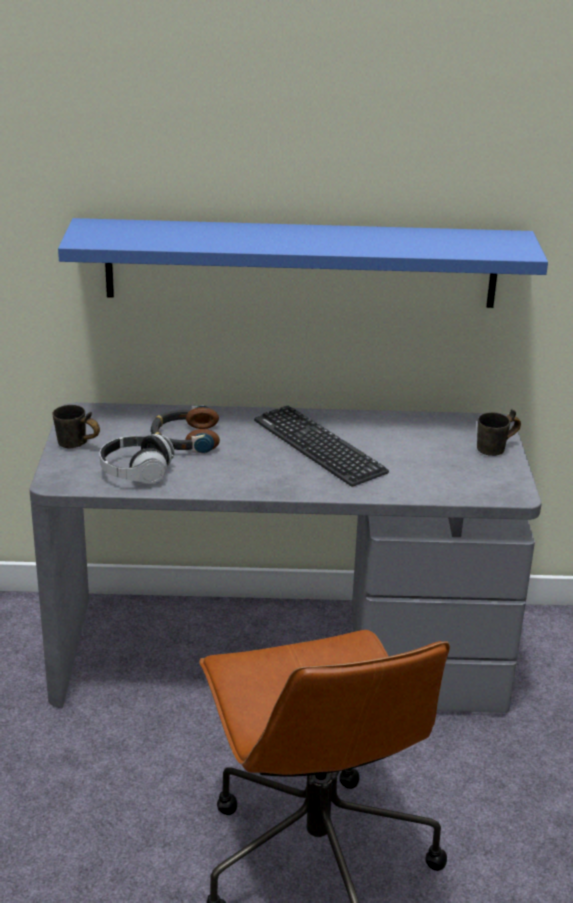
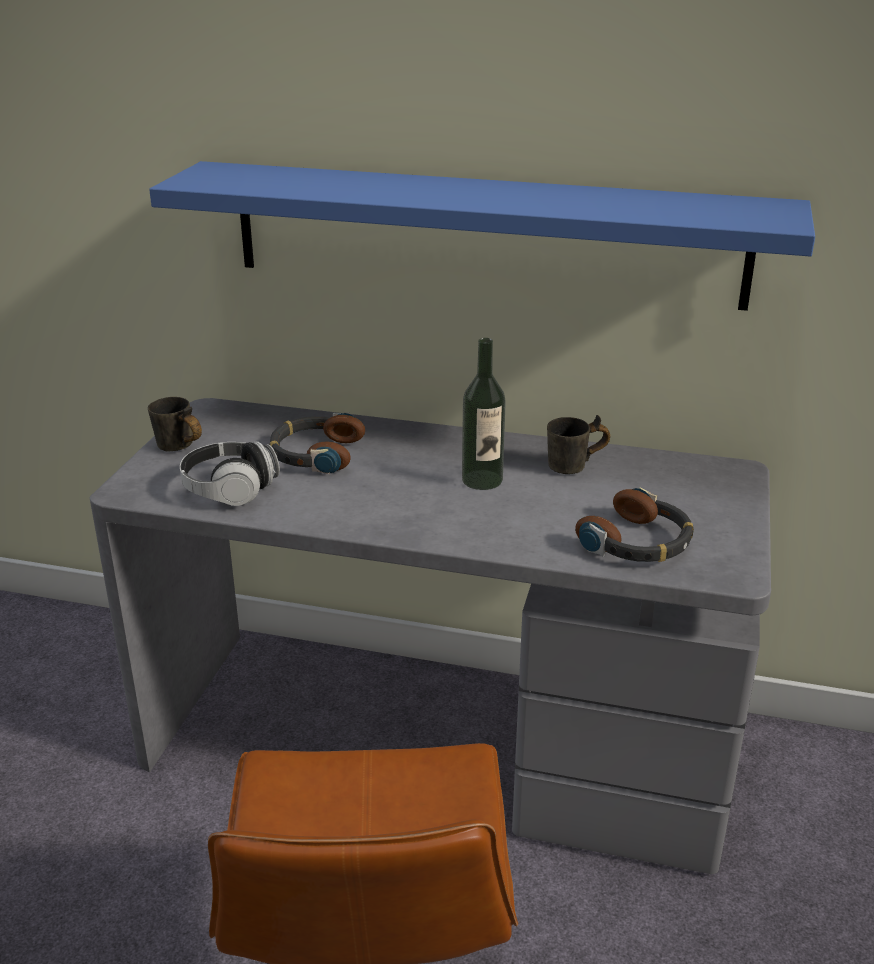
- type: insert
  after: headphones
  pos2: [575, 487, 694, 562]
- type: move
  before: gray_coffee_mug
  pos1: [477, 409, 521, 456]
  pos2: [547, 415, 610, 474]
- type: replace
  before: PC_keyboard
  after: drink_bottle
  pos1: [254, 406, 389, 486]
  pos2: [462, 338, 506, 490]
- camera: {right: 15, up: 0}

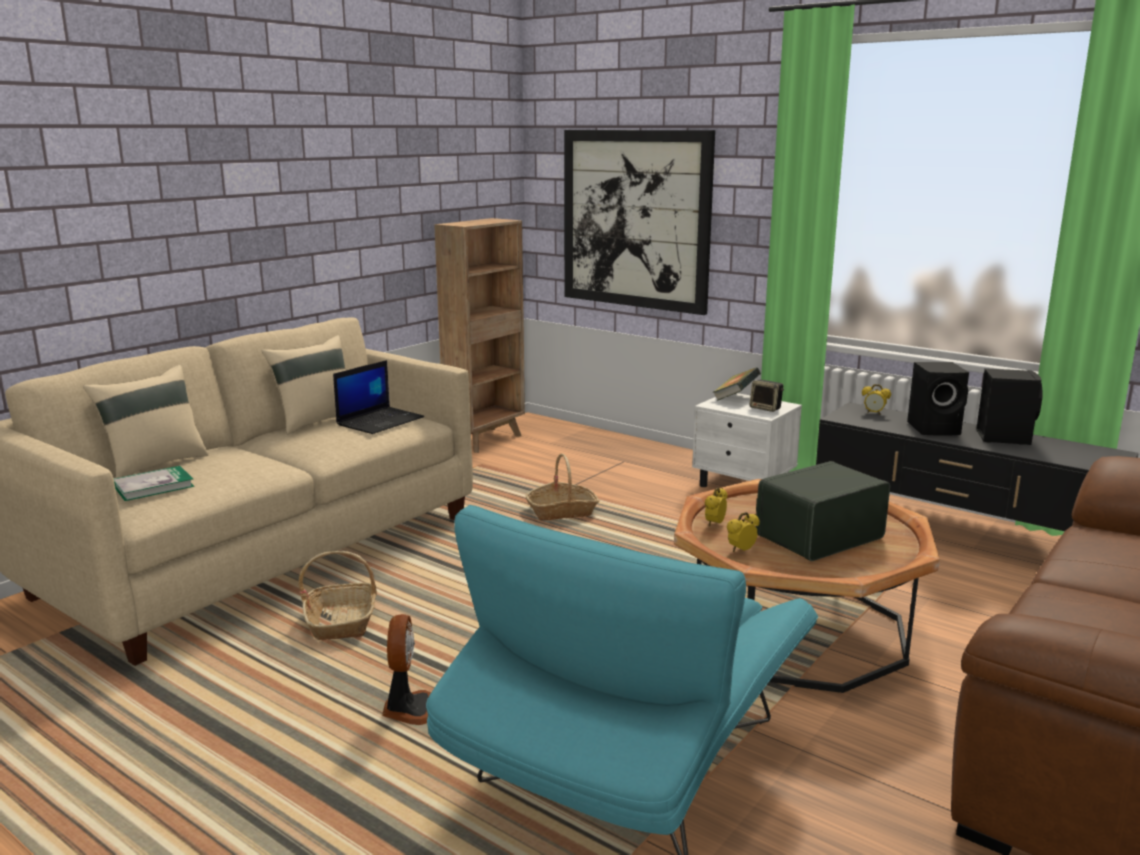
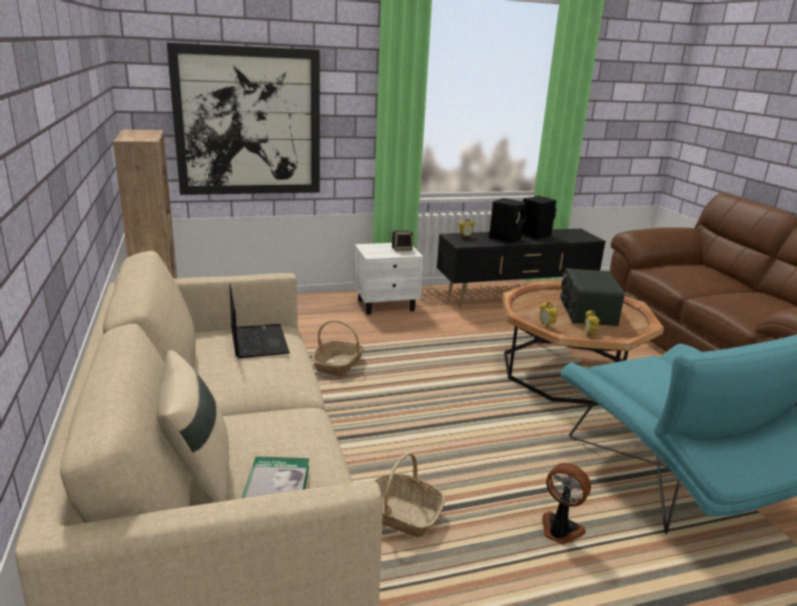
- type: delete
  before: beige_throw_pillow
  pos1: [261, 335, 346, 435]
- type: delete
  before: bound_book
  pos1: [712, 367, 761, 401]
- camera: {right: -55, up: 5}

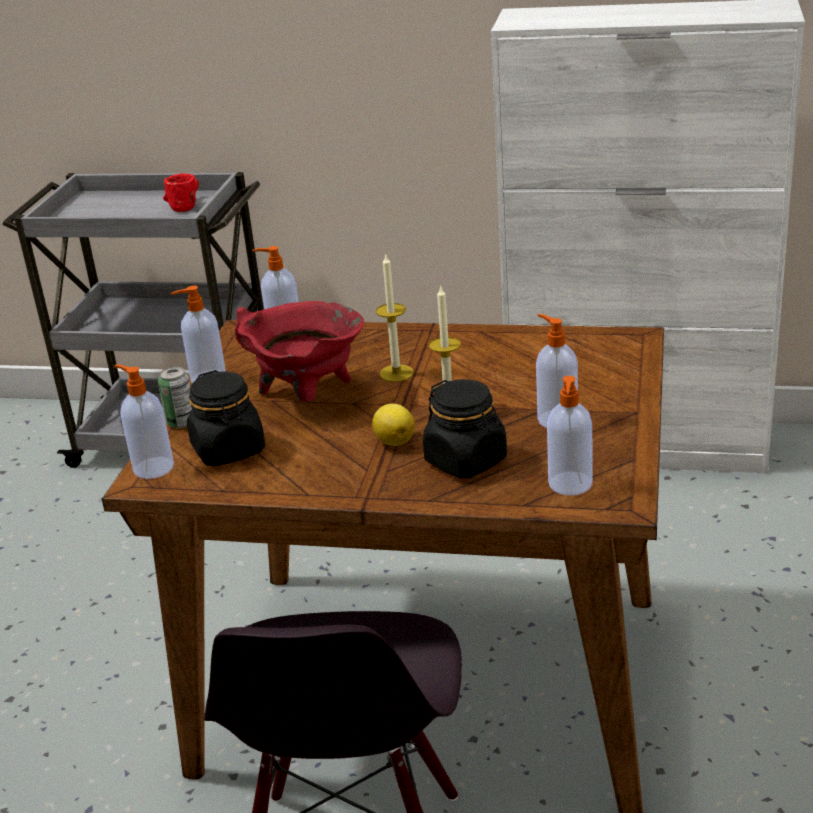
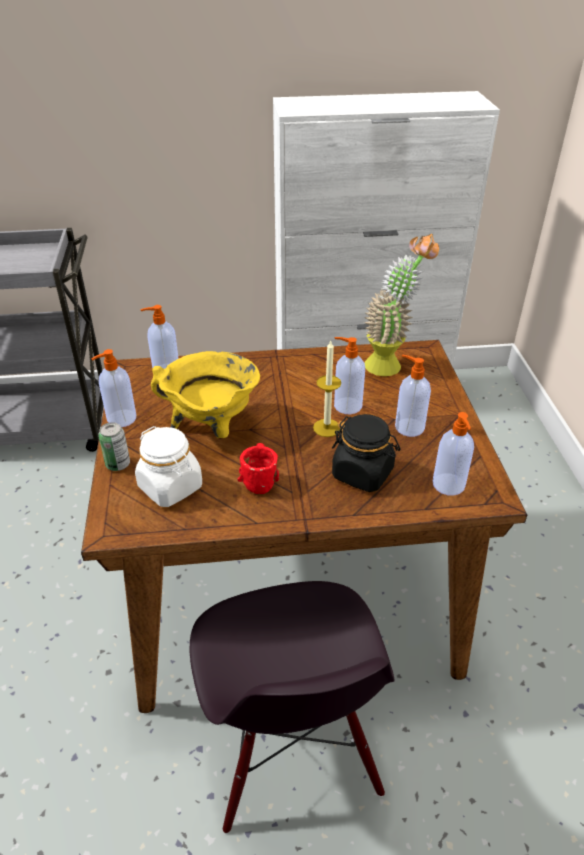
- type: delete
  before: whole_lemon
  pos1: [372, 404, 415, 446]
- type: delete
  before: candle
  pos1: [376, 255, 414, 382]
- type: insert
  after: potted_plant
  pos2: [364, 234, 439, 376]
- type: move
  before: liquid_soap_bottle
  pos1: [114, 364, 174, 479]
  pos2: [334, 337, 365, 414]
- type: move
  before: red-coloured_coffee_mug
  pos1: [163, 173, 199, 212]
  pos2: [238, 443, 279, 494]
- type: recolor
  before: blackish_preserve_jar
  after: whitish_preserve_jar
  pos1: [187, 370, 265, 466]
  pos2: [135, 426, 202, 507]
- type: recolor
  before: red-coloured_stockpot
  after: yellow-coloured_stockpot
  pos1: [235, 301, 364, 402]
  pos2: [151, 351, 260, 438]
- camera: {right: -20, up: 10}

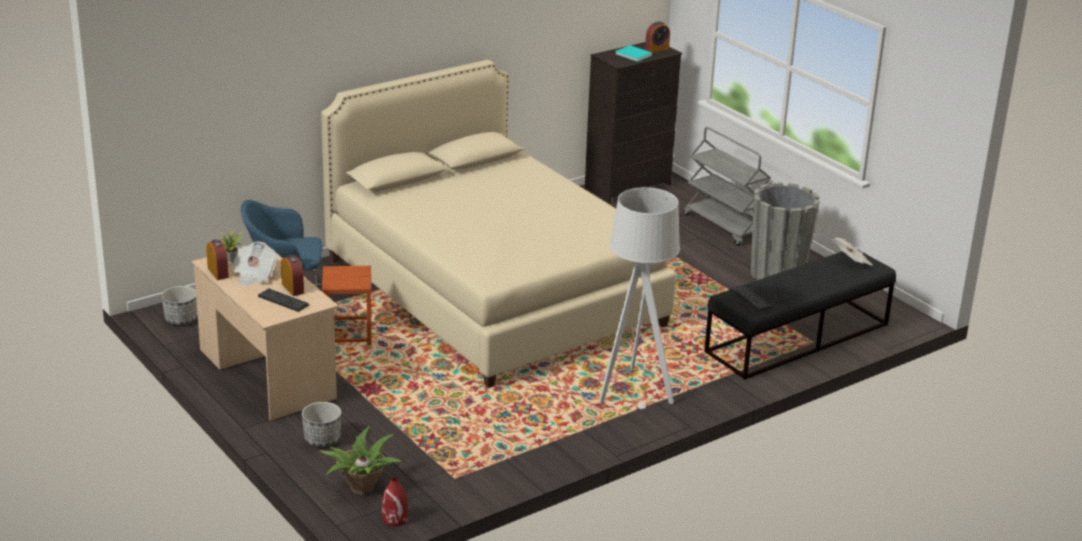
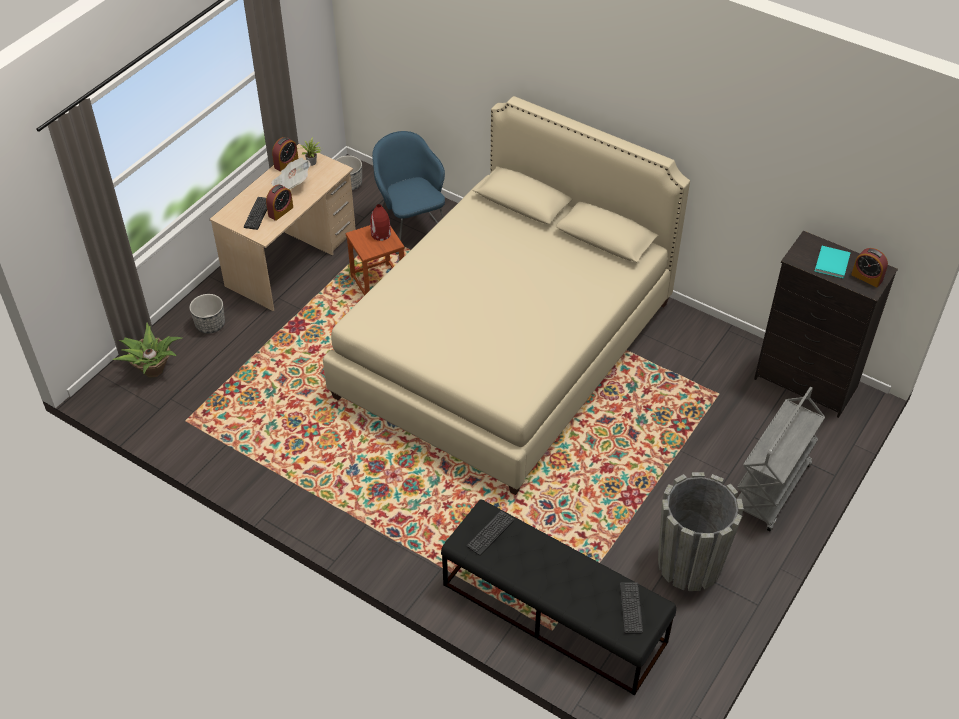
- type: delete
  before: gray_standing_lamp
  pos1: [599, 187, 680, 409]
- type: move
  before: red-coloured_vase
  pos1: [382, 478, 408, 527]
  pos2: [370, 204, 391, 241]
- type: replace
  before: printed_paper
  after: PC_keyboard
  pos1: [832, 237, 873, 266]
  pos2: [620, 582, 643, 634]
- camera: {right: 70, up: 20}

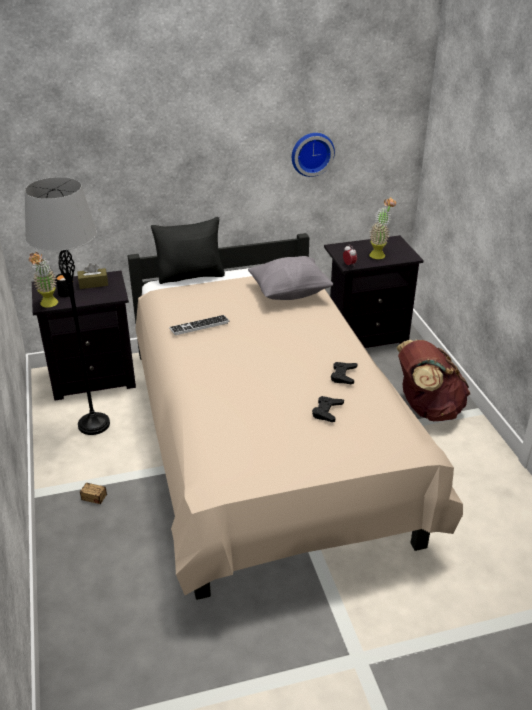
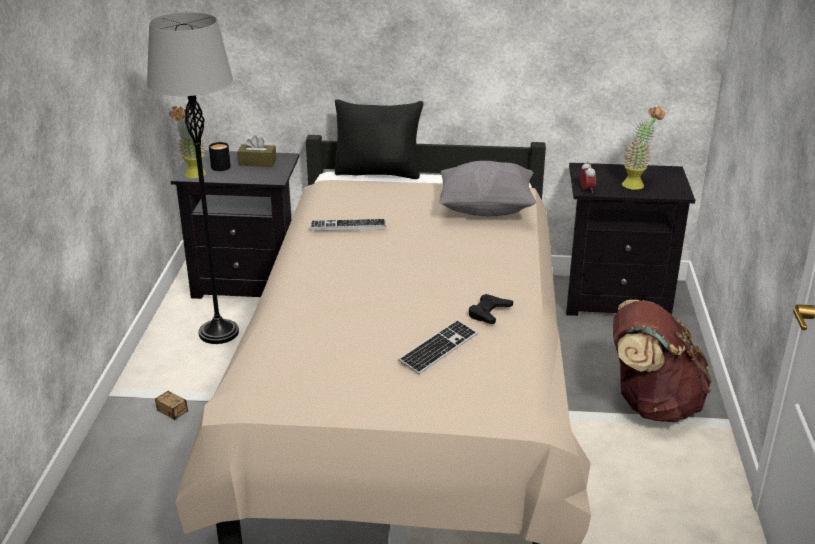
- type: delete
  before: hanging_clock
  pos1: [292, 133, 335, 177]
- type: replace
  before: blackish_gamepad
  after: PC_keyboard
  pos1: [312, 396, 344, 422]
  pos2: [398, 320, 477, 374]
- camera: {right: 20, up: -5}

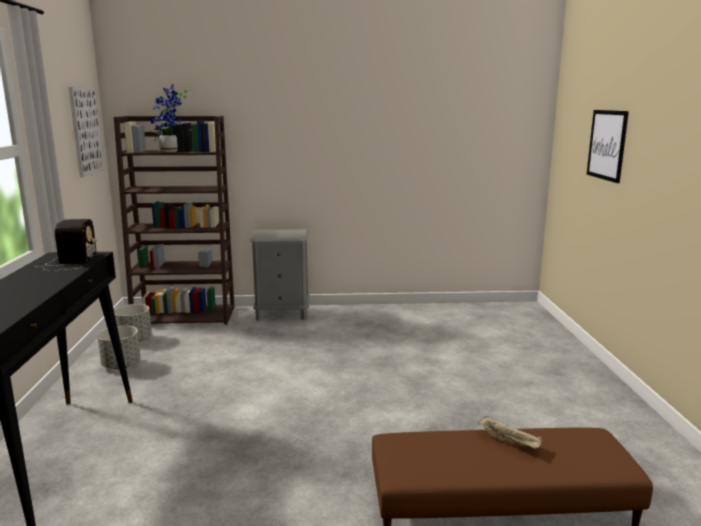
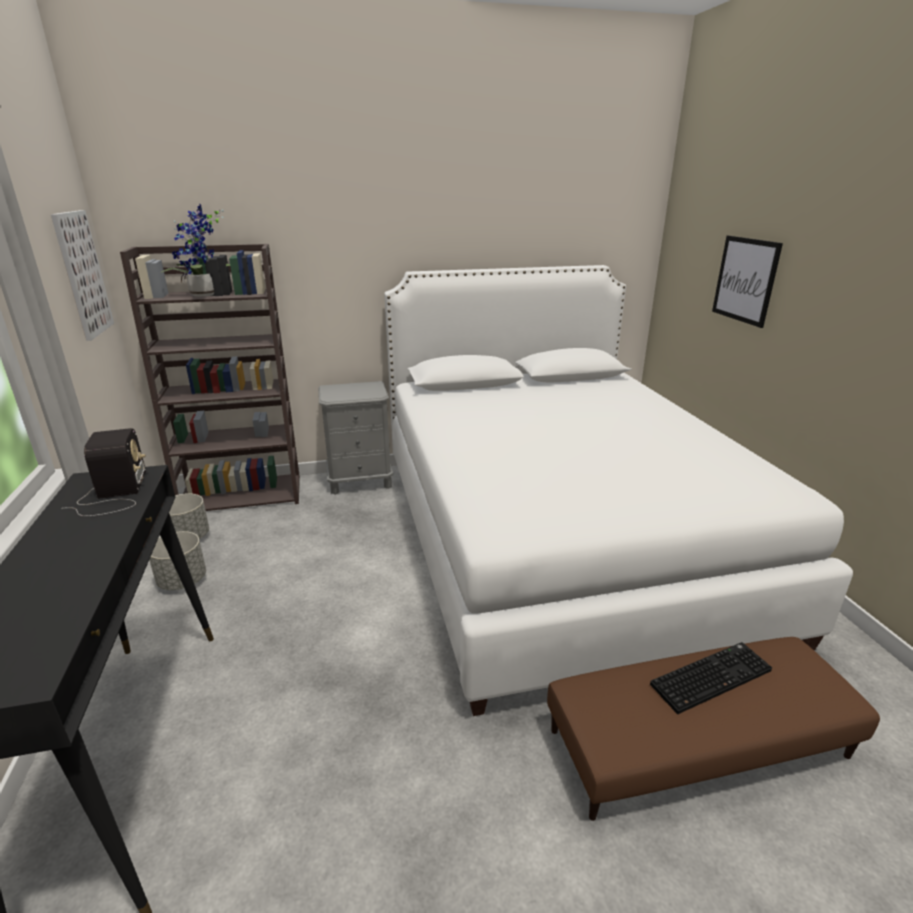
- type: insert
  after: whitish_bed
  pos2: [384, 265, 853, 716]
- type: replace
  before: beige_serving_tray
  after: PC_keyboard
  pos1: [477, 416, 542, 449]
  pos2: [650, 642, 772, 714]
- camera: {right: -10, up: 10}

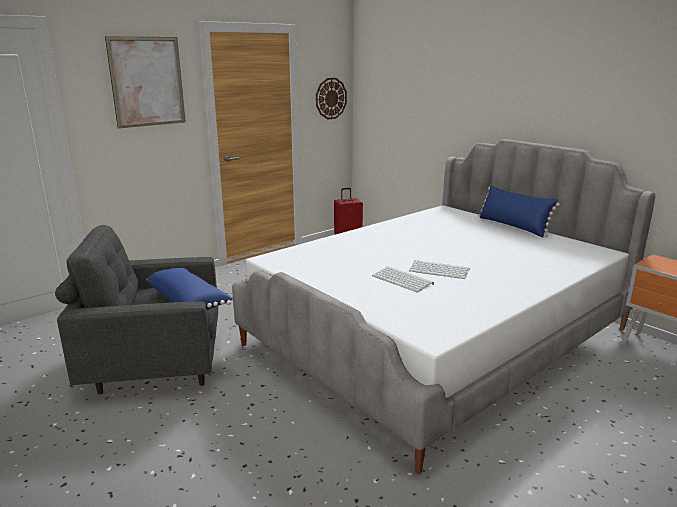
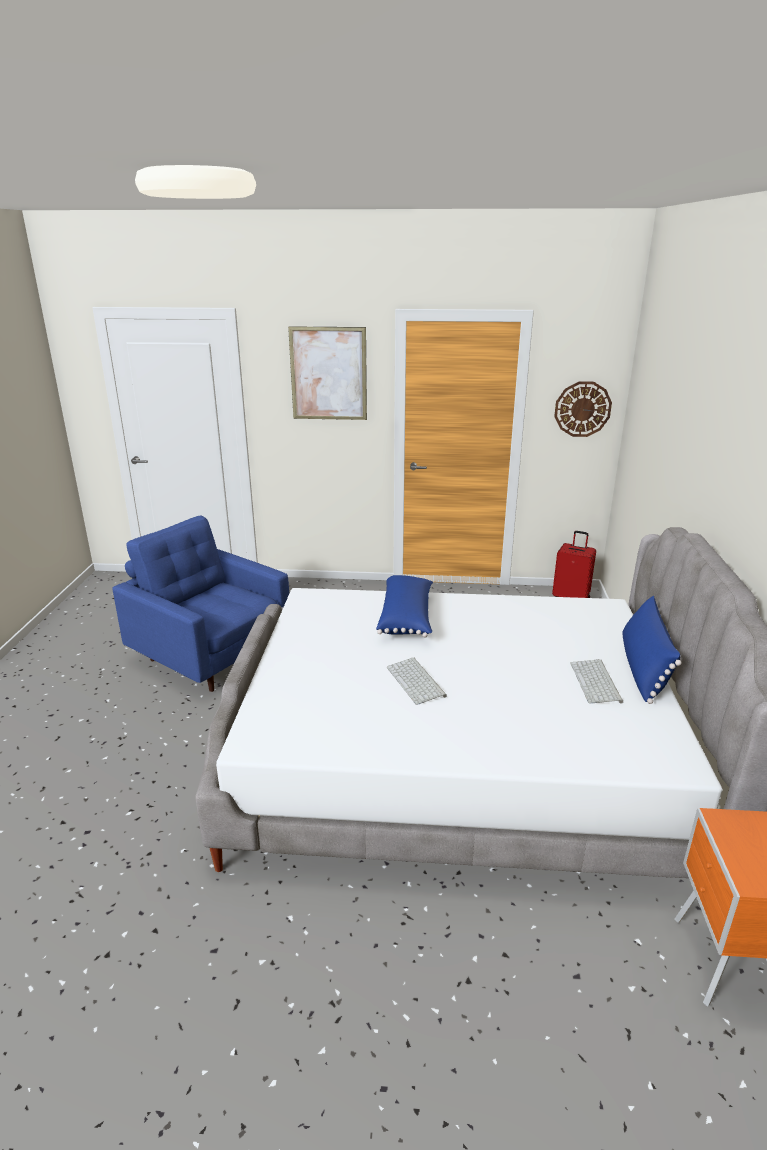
- type: move
  before: bluish_throw_pillow
  pos1: [147, 268, 233, 310]
  pos2: [376, 575, 433, 637]
- type: move
  before: PC_keyboard
  pos1: [372, 267, 434, 292]
  pos2: [570, 659, 623, 704]
- type: recolor
  before: gray_lounge_chair
  after: bluish_lounge_chair
  pos1: [55, 225, 218, 394]
  pos2: [112, 516, 289, 692]
- camera: {right: 45, up: 5}

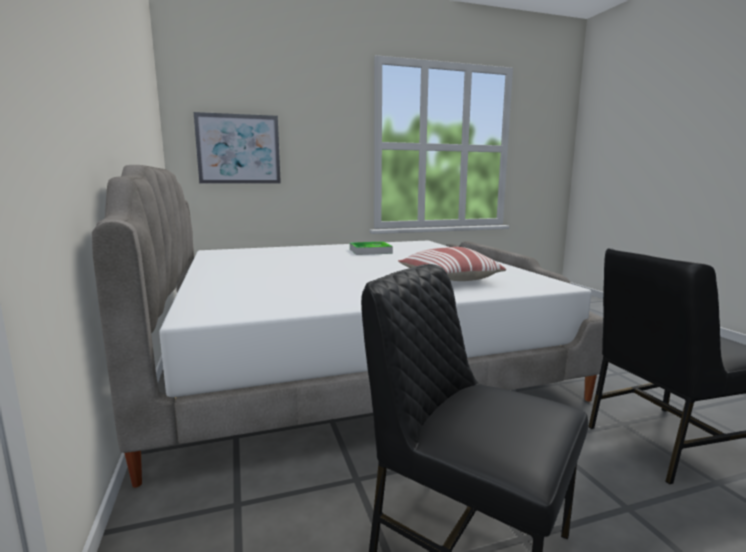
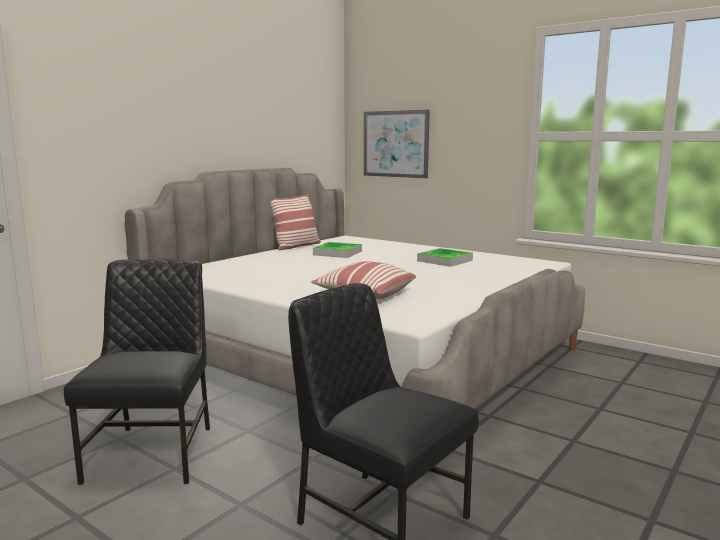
- type: insert
  after: throw_pillow
  pos2: [271, 194, 321, 251]
- type: insert
  after: serving_tray
  pos2: [313, 242, 362, 258]
- camera: {right: 55, up: 0}

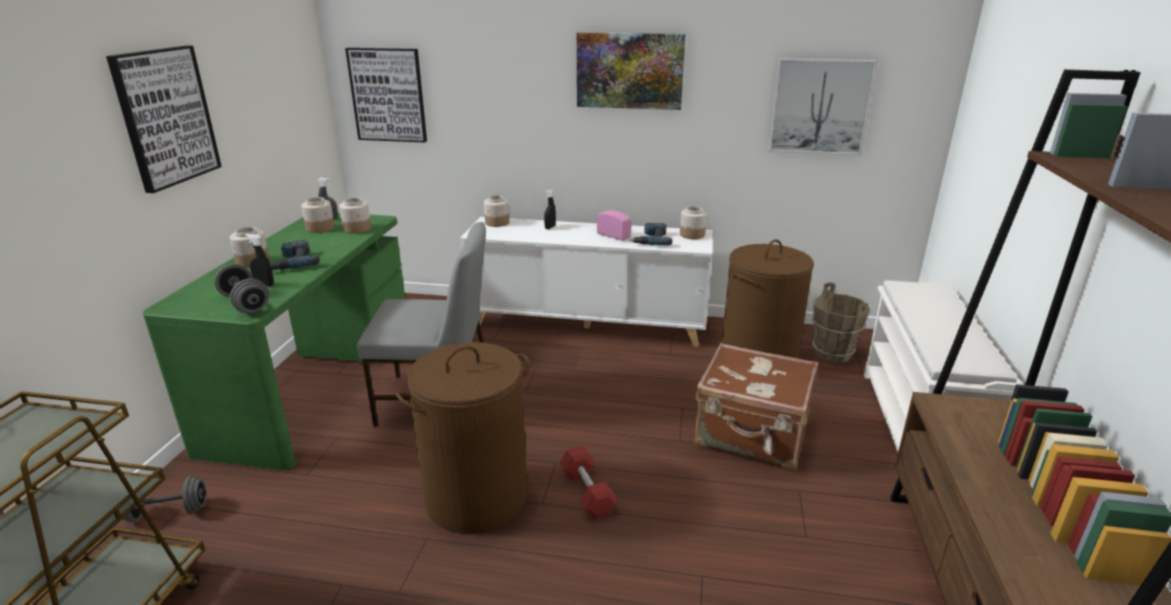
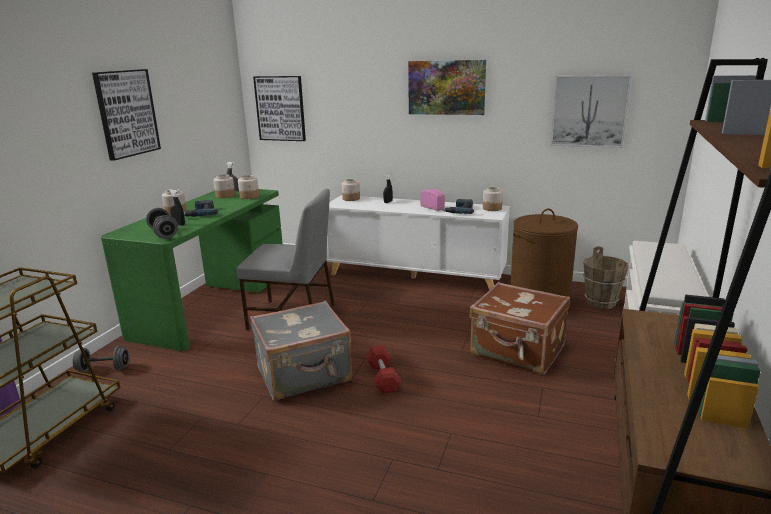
- type: replace
  before: brown-coloured_washing_basket
  after: gray_suitcase
  pos1: [396, 342, 530, 534]
  pos2: [250, 301, 352, 401]
- camera: {right: 10, up: -5}

